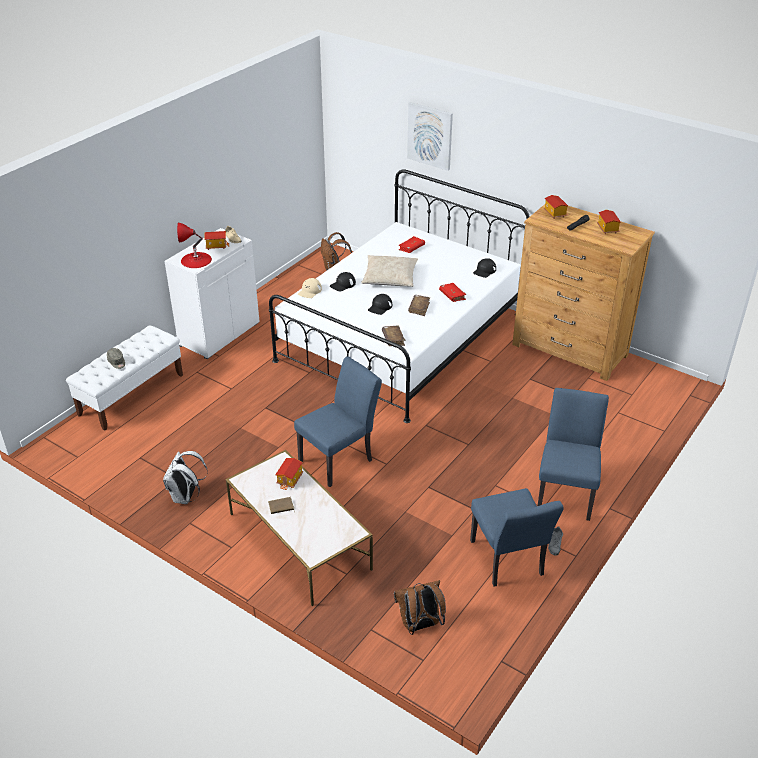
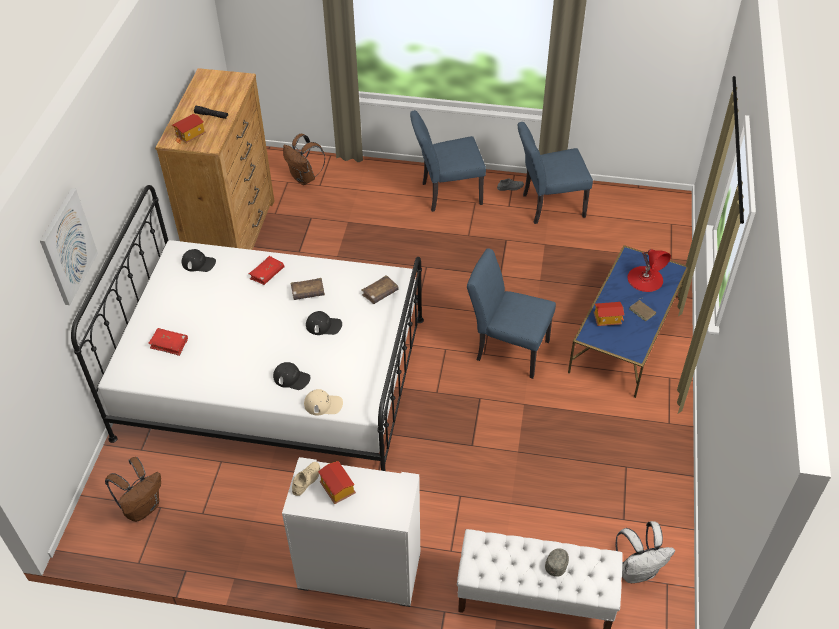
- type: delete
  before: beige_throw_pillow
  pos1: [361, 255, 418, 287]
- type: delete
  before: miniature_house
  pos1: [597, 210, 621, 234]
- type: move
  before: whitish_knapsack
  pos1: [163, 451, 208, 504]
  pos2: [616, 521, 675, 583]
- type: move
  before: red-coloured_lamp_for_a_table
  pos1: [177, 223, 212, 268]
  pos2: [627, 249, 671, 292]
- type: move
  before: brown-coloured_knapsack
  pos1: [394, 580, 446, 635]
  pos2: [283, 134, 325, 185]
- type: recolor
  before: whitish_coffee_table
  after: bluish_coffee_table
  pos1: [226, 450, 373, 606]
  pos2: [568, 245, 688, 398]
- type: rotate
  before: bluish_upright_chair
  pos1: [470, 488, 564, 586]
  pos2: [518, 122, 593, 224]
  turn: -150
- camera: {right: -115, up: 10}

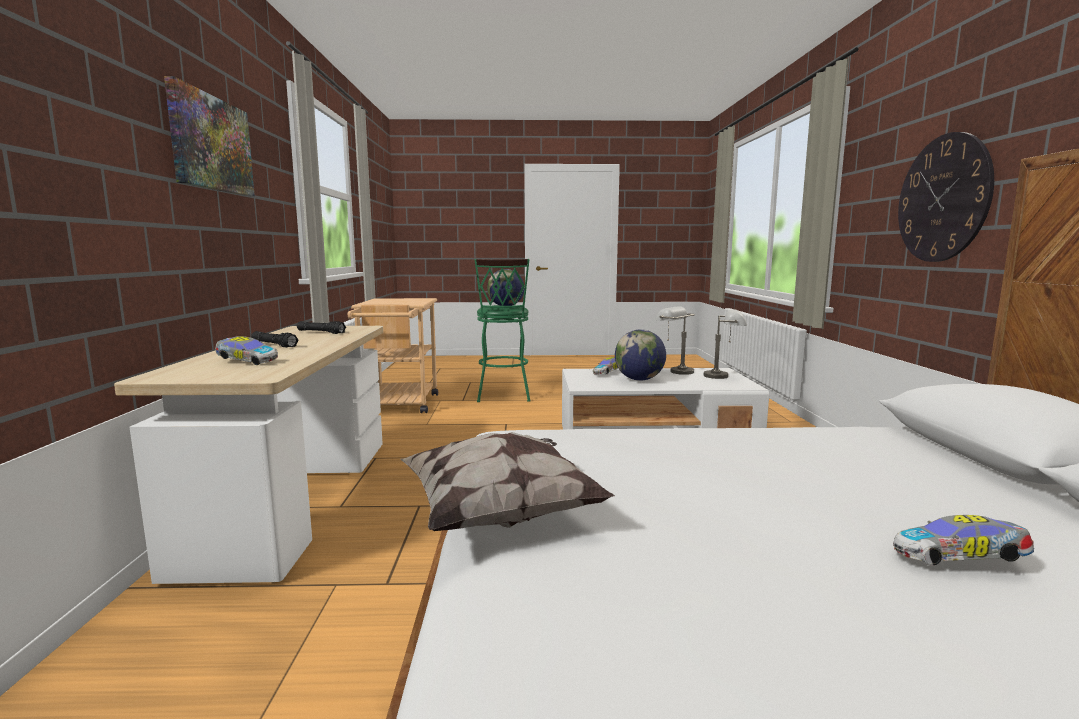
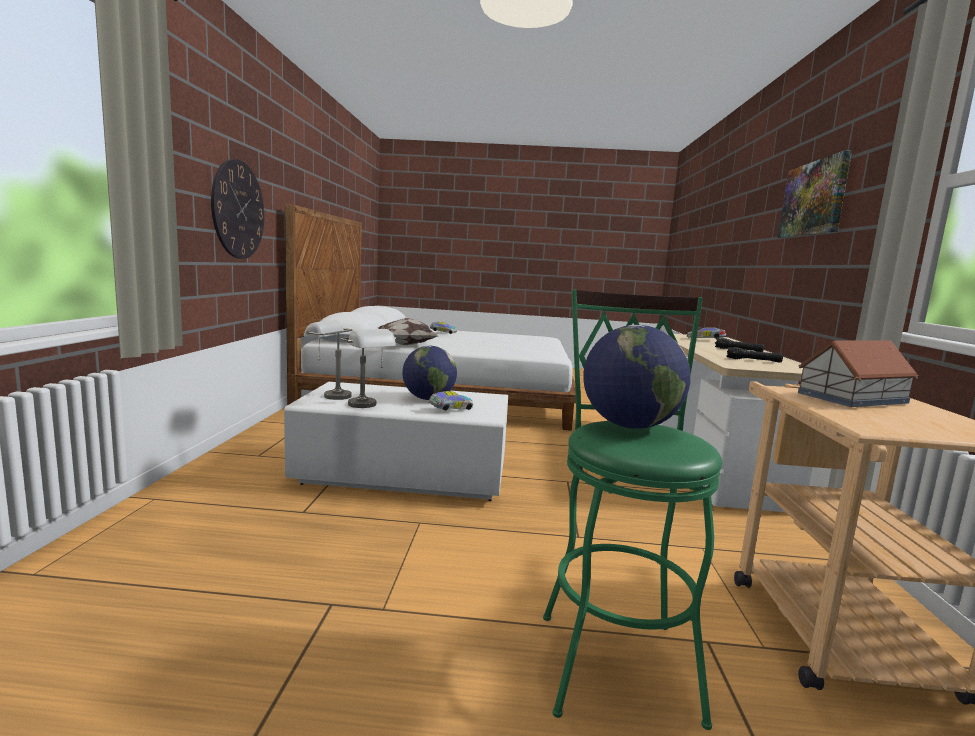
- type: insert
  after: miniature_house
  pos2: [798, 340, 918, 407]
- type: move
  before: throw_pillow
  pos1: [401, 432, 615, 531]
  pos2: [378, 318, 438, 345]
- camera: {right: -175, up: 0}

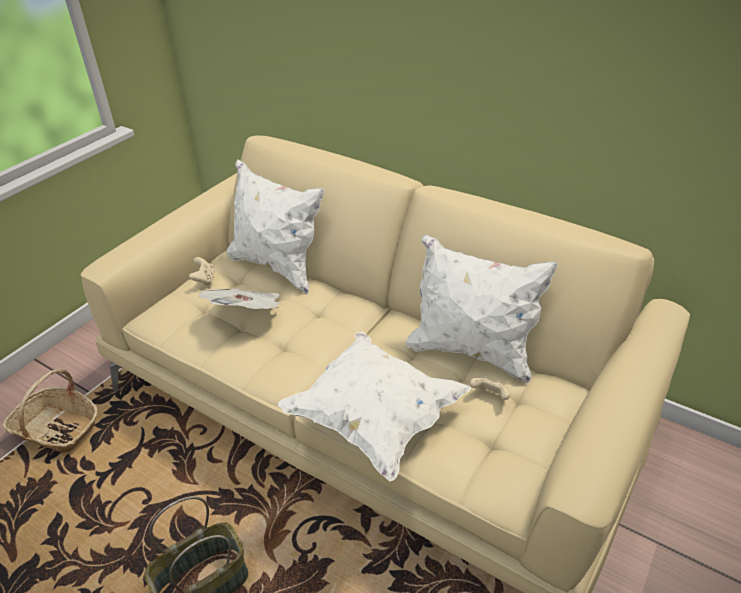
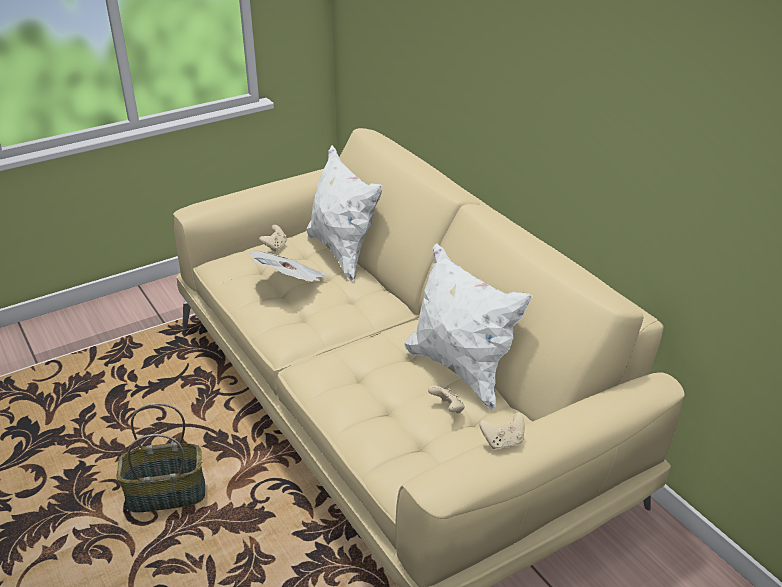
- type: delete
  before: household_basket
  pos1: [3, 369, 98, 453]
- type: delete
  before: whitish_throw_pillow
  pos1: [278, 332, 471, 481]
- type: insert
  after: beige_gamepad
  pos2: [479, 412, 524, 449]
- camera: {right: 25, up: -5}

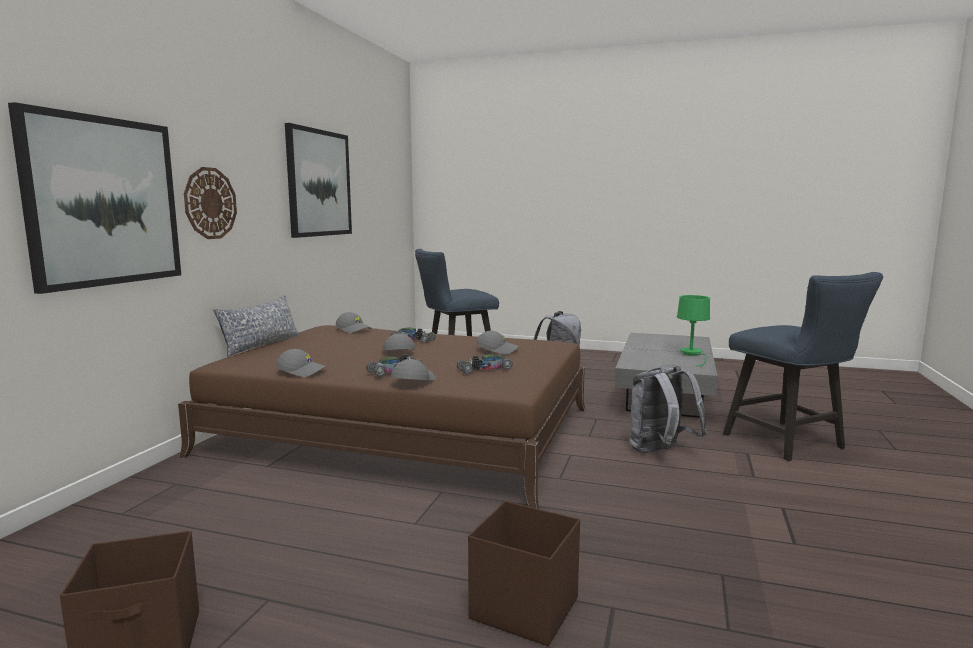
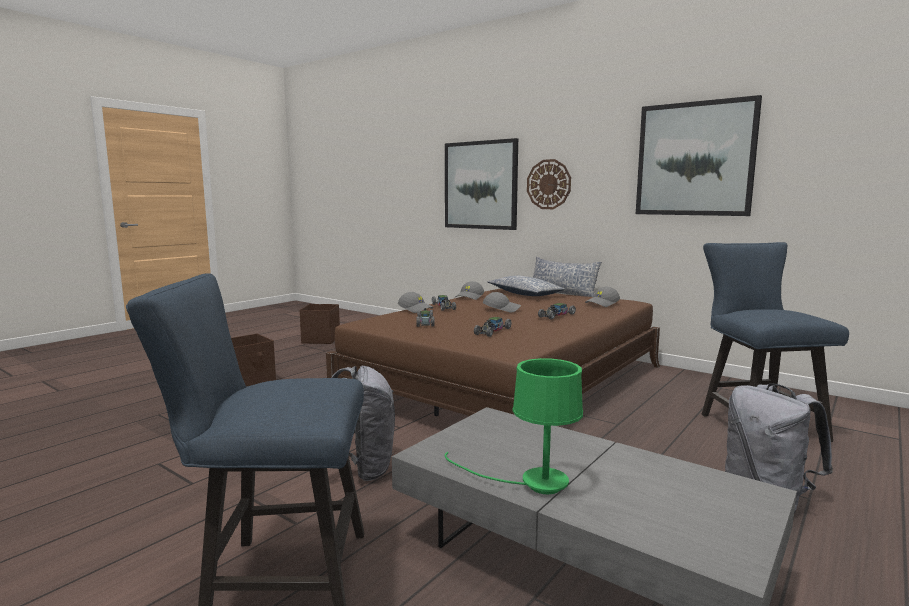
- type: insert
  after: throw_pillow
  pos2: [488, 276, 565, 296]
- type: replace
  before: gray_peaked_cap
  after: miniature_car
  pos1: [476, 331, 519, 355]
  pos2: [474, 317, 511, 337]
- camera: {right: 110, up: 0}

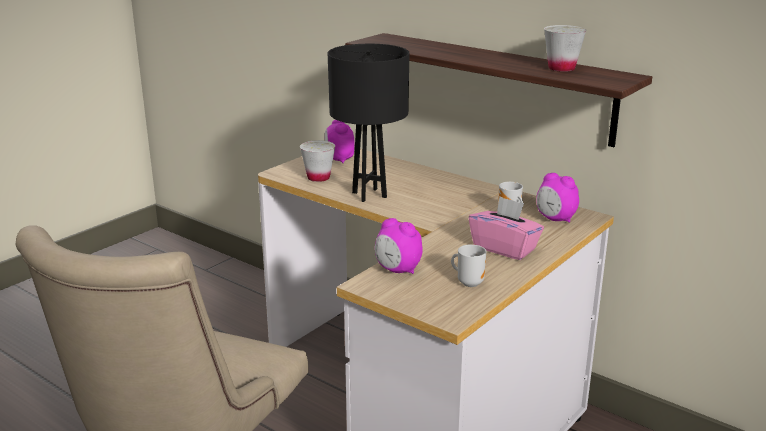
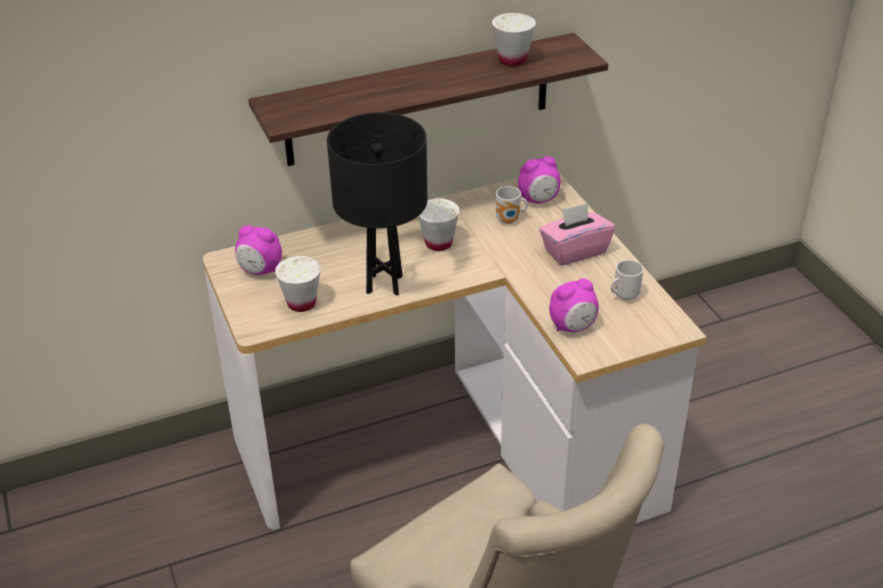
- type: insert
  after: whitish_drinking_cup
  pos2: [418, 198, 460, 251]
- camera: {right: -60, up: 15}

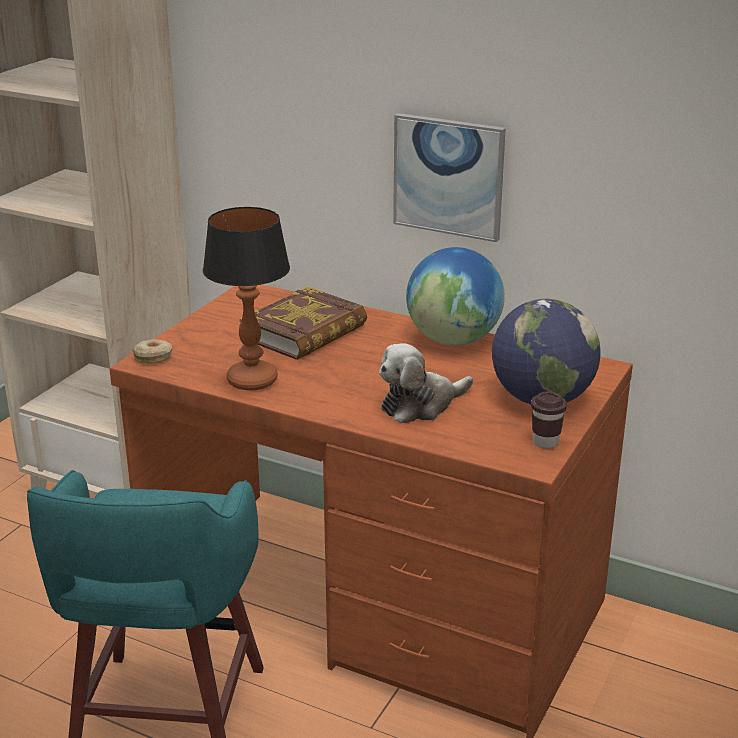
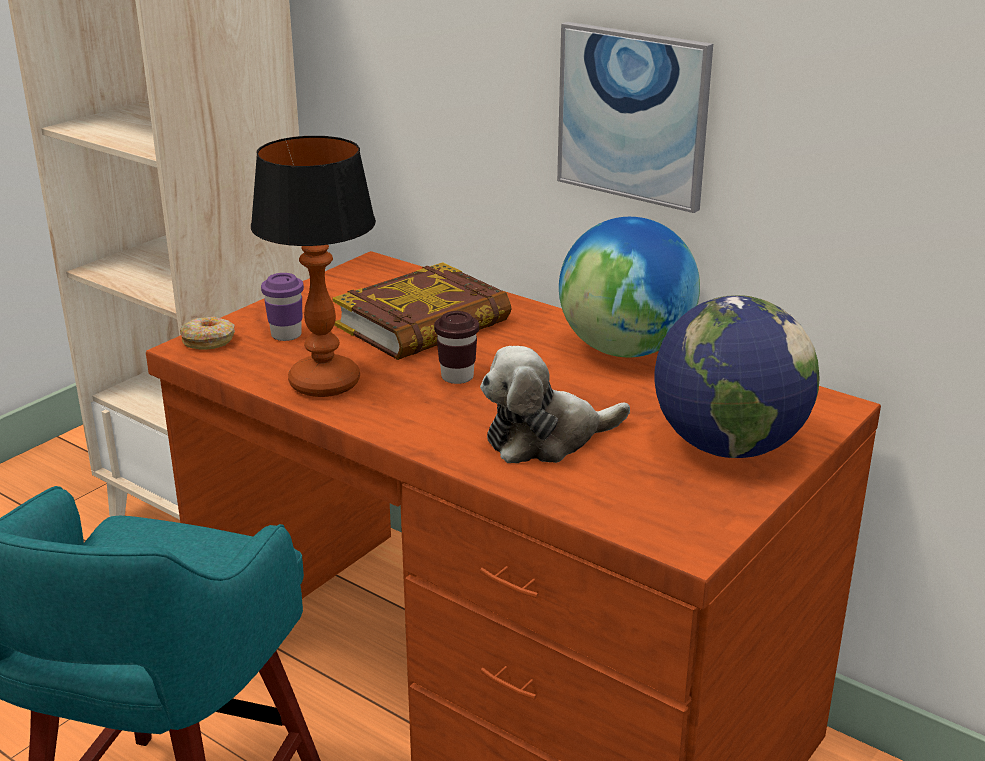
- type: insert
  after: purple-coloured_drinking_cup
  pos2: [261, 273, 304, 341]
- type: move
  before: brown-coloured_drinking_cup
  pos1: [531, 391, 567, 449]
  pos2: [434, 311, 479, 384]
- camera: {right: 10, up: 0}

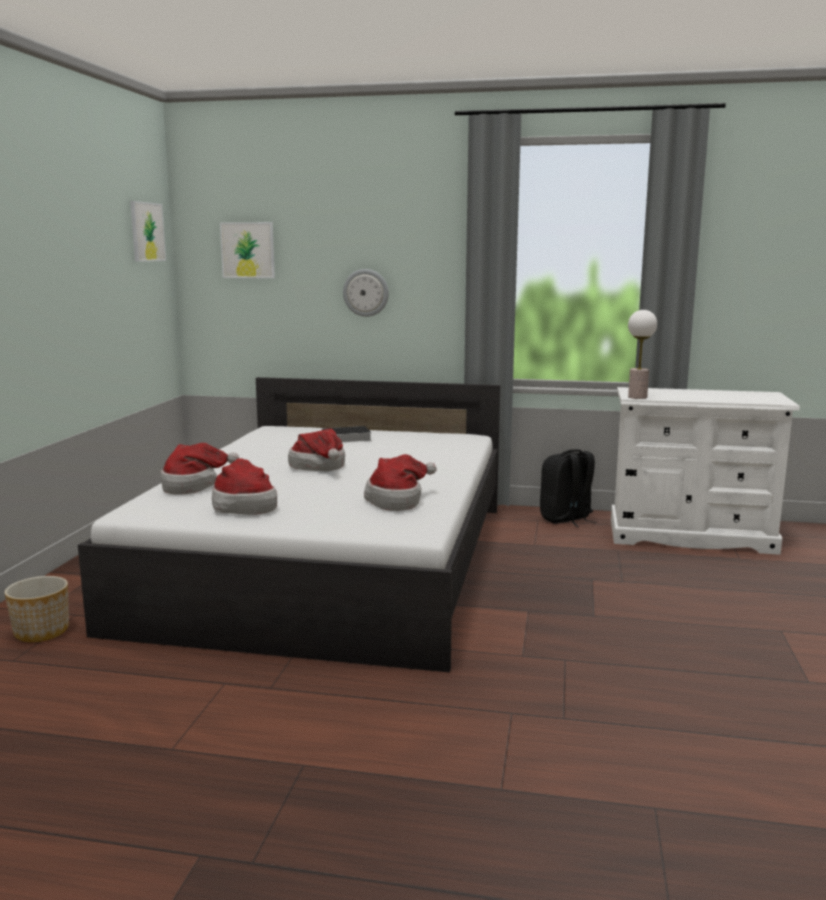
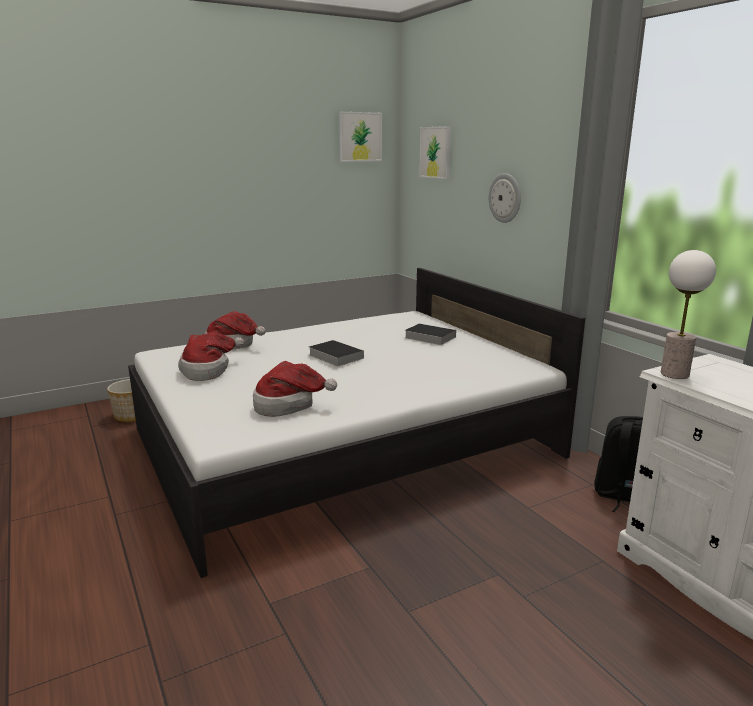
- type: replace
  before: wearable_hat
  after: bound_book
  pos1: [288, 428, 345, 471]
  pos2: [309, 340, 364, 366]
- camera: {right: 50, up: 5}

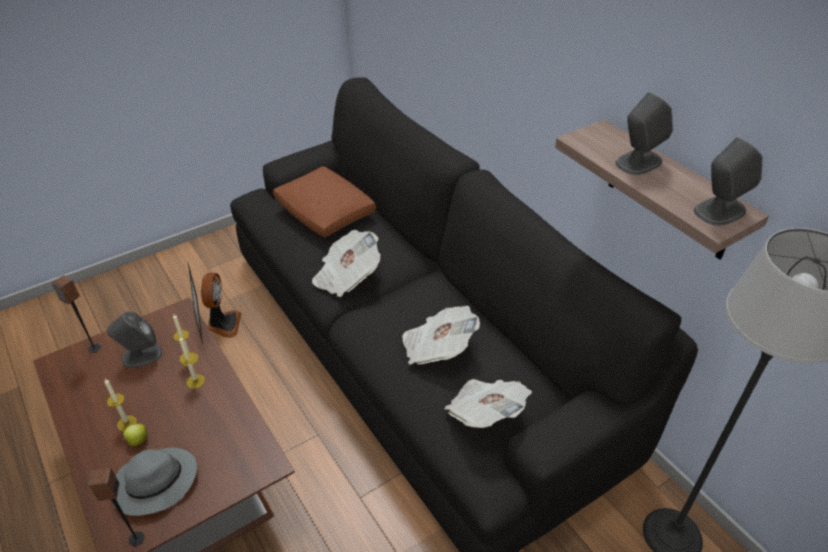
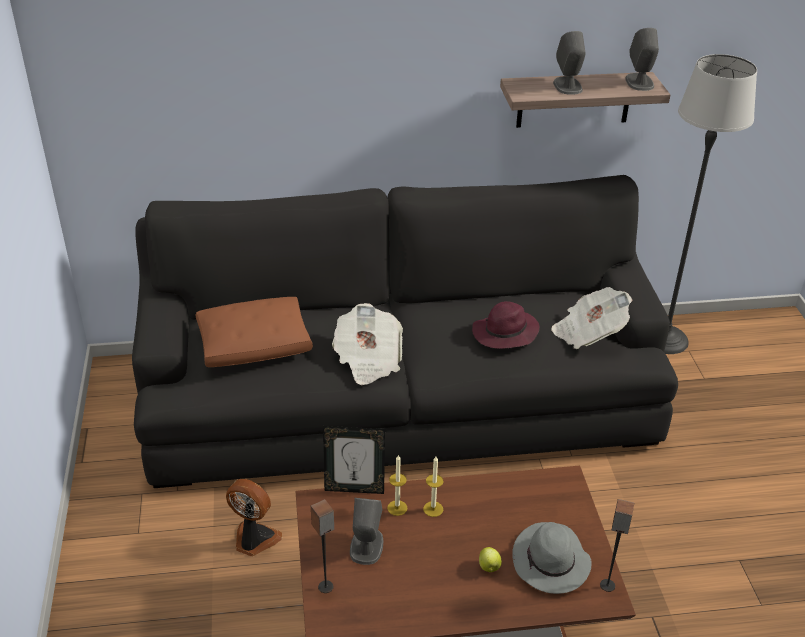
- type: delete
  before: candle
  pos1: [104, 379, 137, 432]
- type: replace
  before: printed_paper
  after: purple-coloured_wearable_hat
  pos1: [402, 306, 480, 365]
  pos2: [472, 301, 540, 349]
- camera: {right: -65, up: -5}

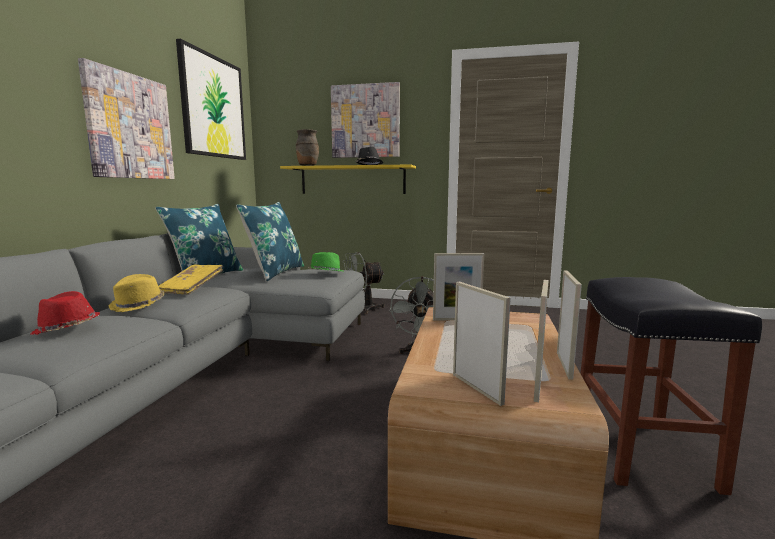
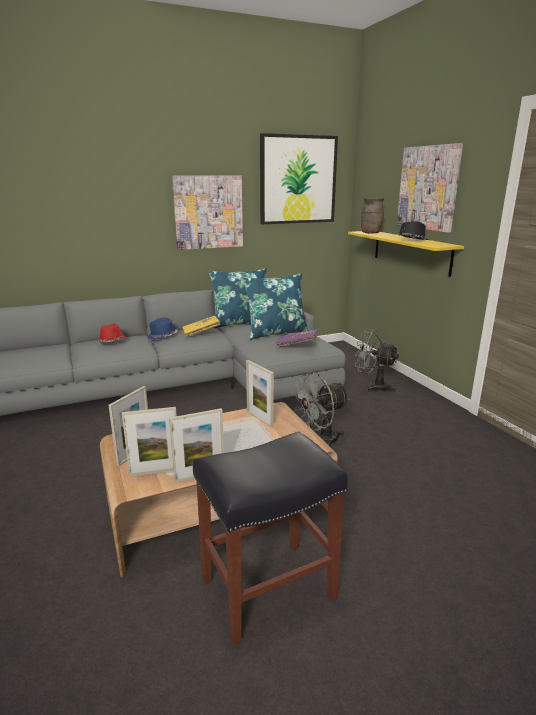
- type: replace
  before: greenish_wearable_hat
  after: purple-coloured_bound_book
  pos1: [308, 252, 345, 272]
  pos2: [276, 329, 319, 347]
- type: recolor
  before: yellow-coloured_wearable_hat
  after: bluish_wearable_hat
  pos1: [108, 274, 164, 312]
  pos2: [147, 318, 178, 340]
- camera: {right: 55, up: 10}

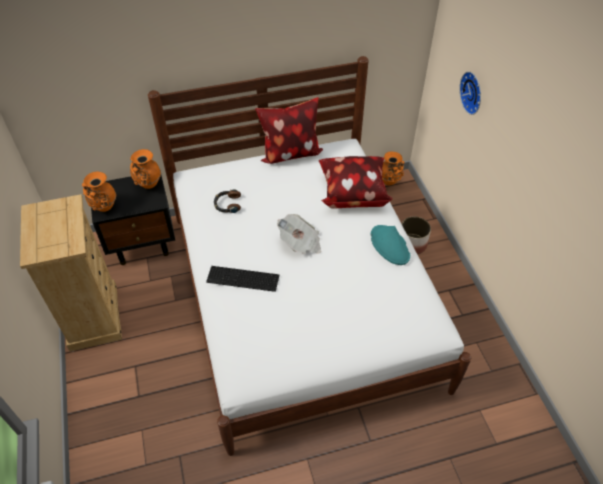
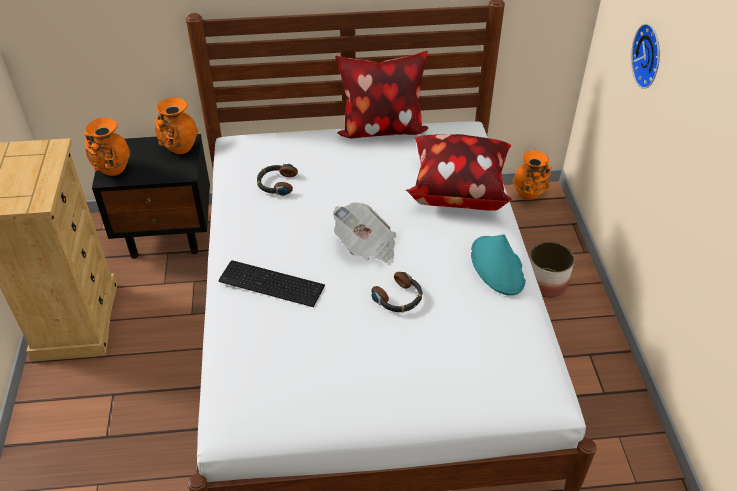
- type: insert
  after: headphones
  pos2: [371, 272, 423, 313]
- camera: {right: 10, up: -5}

